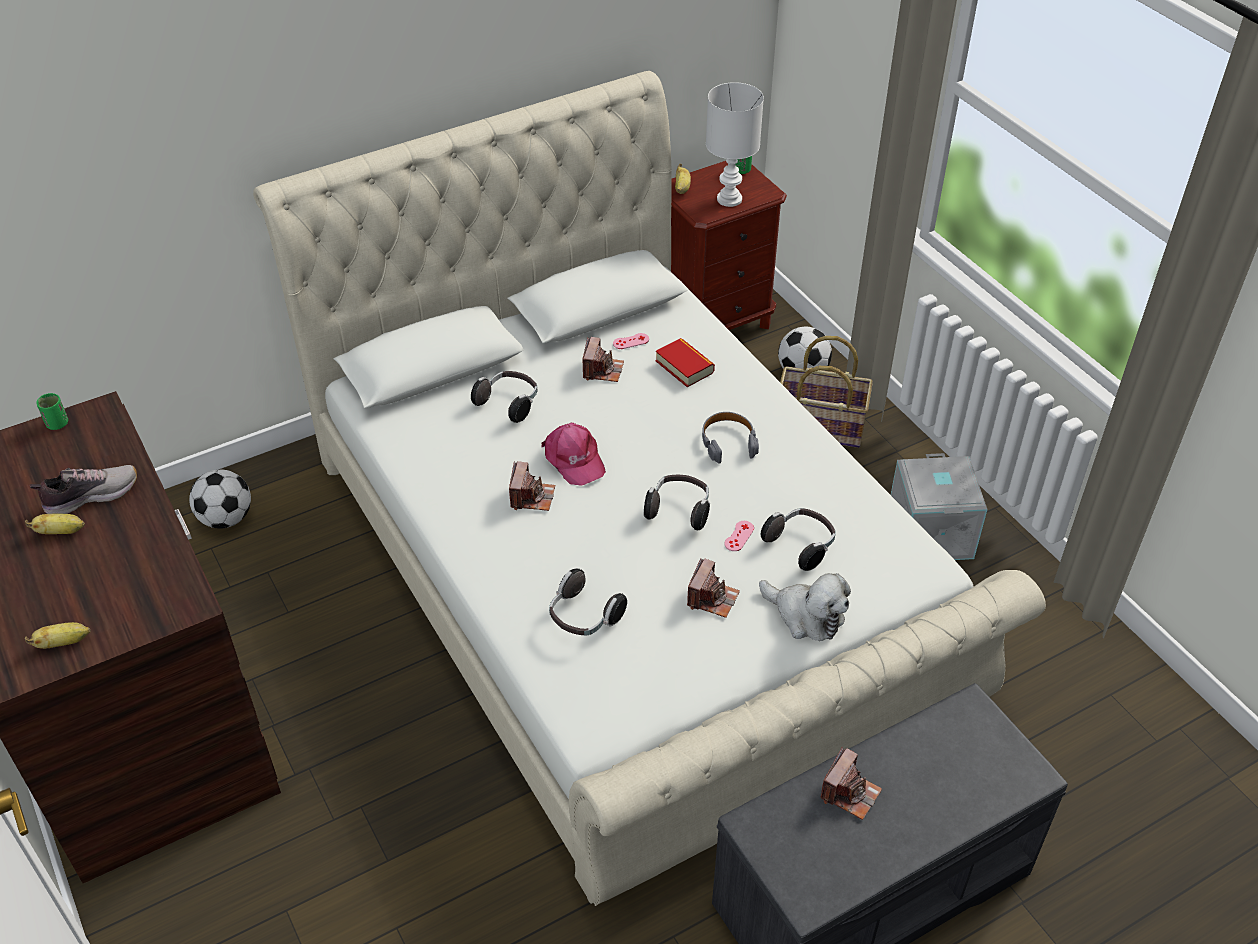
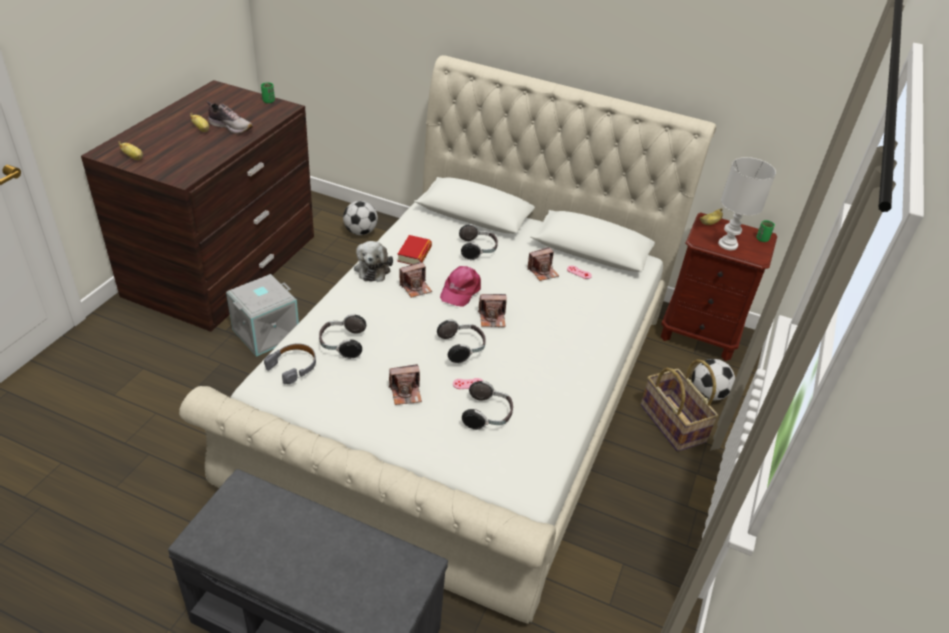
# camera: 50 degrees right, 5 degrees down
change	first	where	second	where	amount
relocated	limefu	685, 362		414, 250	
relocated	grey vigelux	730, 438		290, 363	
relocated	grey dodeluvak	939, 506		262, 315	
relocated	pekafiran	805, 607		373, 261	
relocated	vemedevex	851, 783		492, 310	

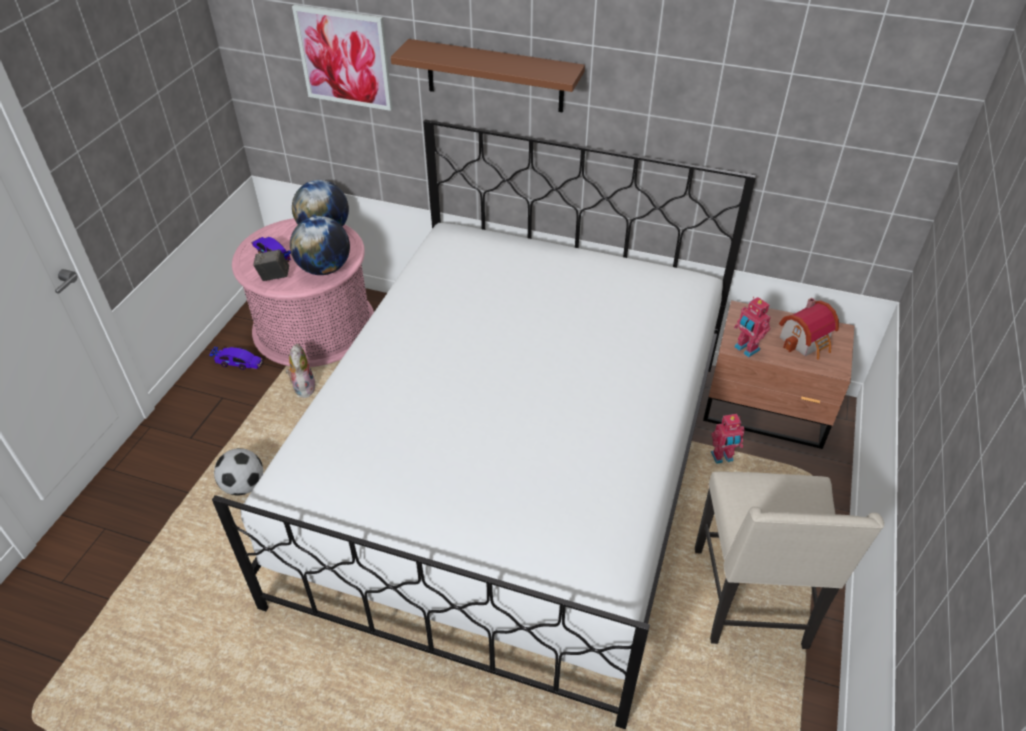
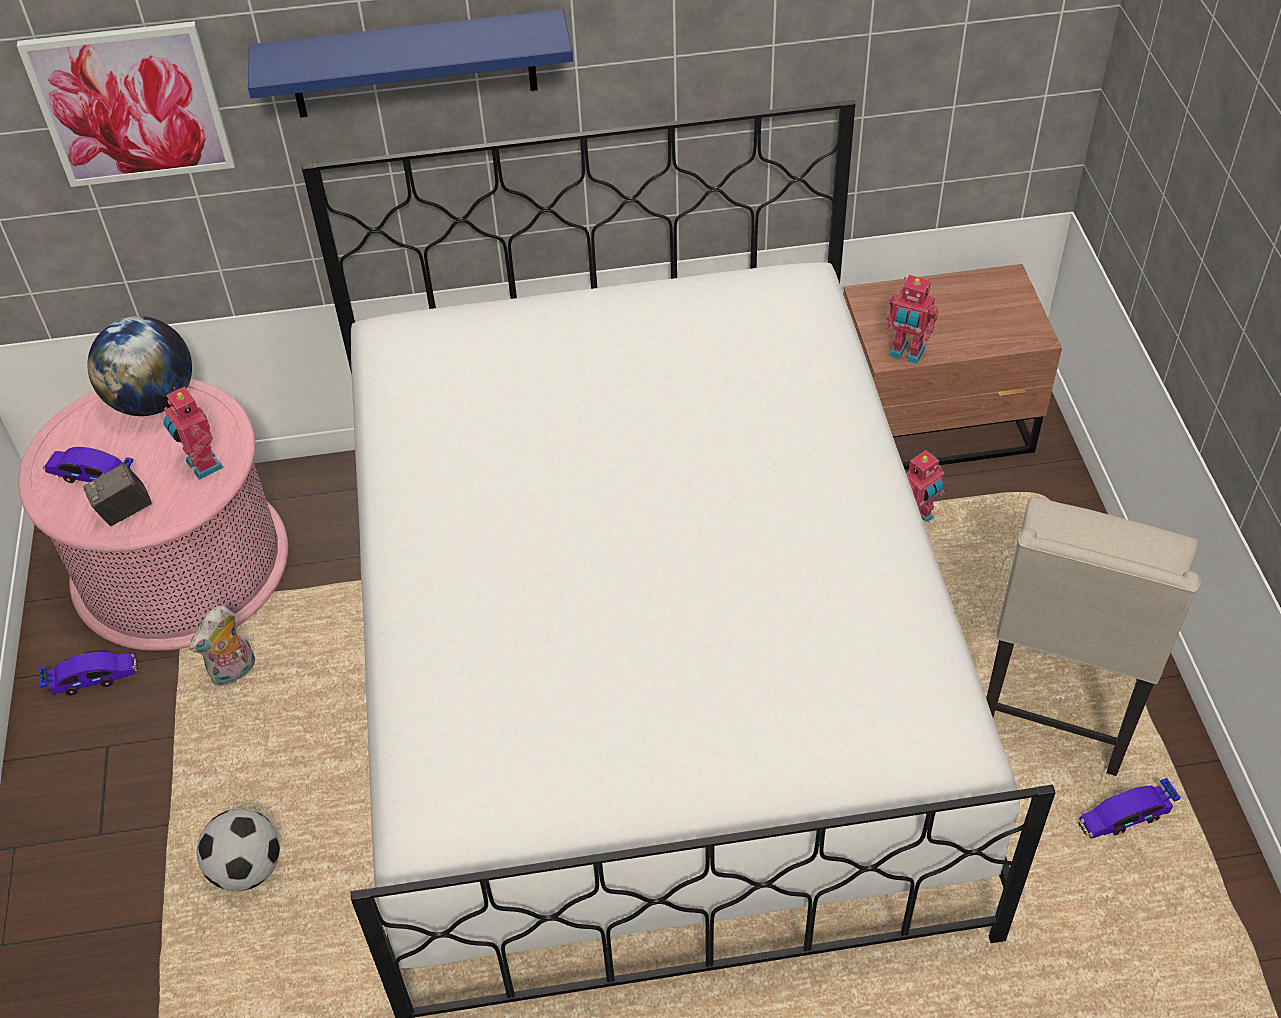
# camera: 25 degrees left, 5 degrees up
change	first	where	second	where	amount
colour	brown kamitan	488, 76	blue kamitan	410, 63	
exchanged	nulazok	320, 245	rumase	193, 433	
missing	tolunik	809, 329			
spun	pekafiran	300, 371		222, 646	105 degrees counterclockwise
spun	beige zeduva	789, 560		1093, 636	45 degrees clockwise
appeared			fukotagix	1129, 808	

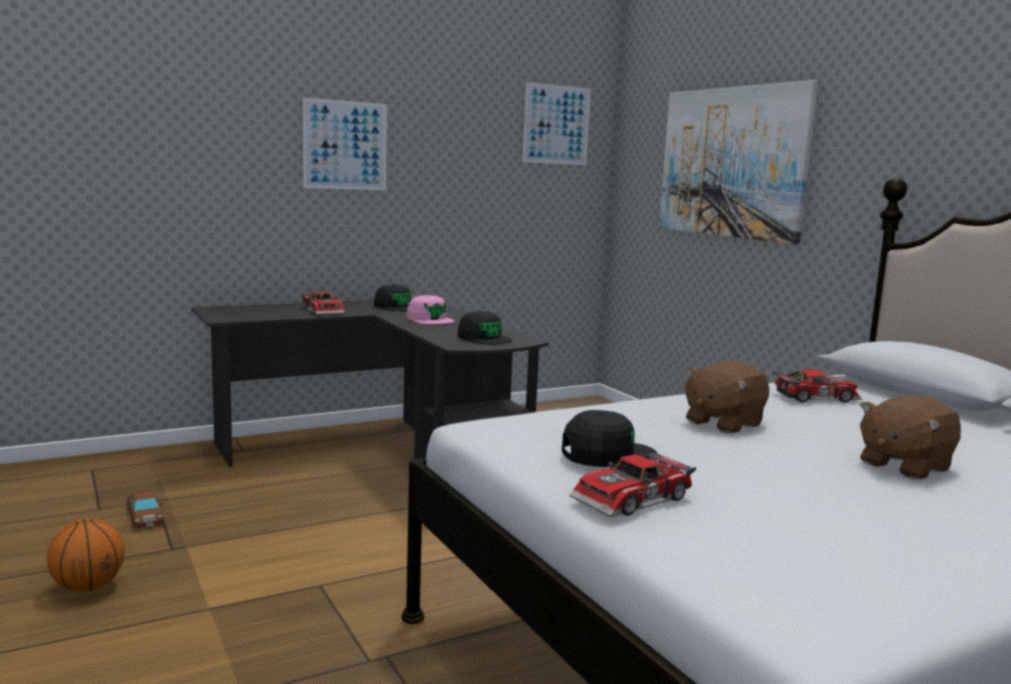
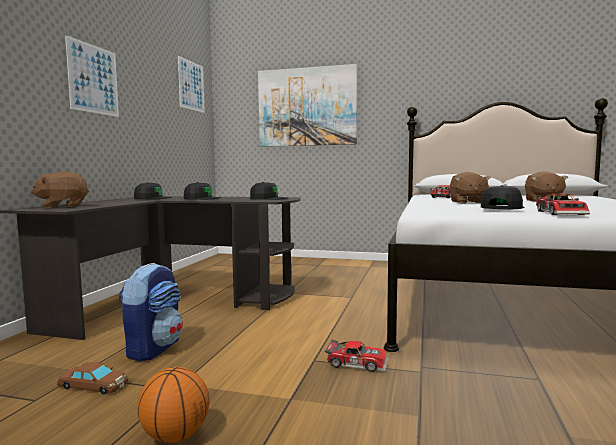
# camera: 45 degrees left, 5 degrees down
change	first	where	second	where	amount
relocated	fukotagix	323, 303		356, 356	
colour	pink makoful	430, 309	black makoful	202, 191	
appeared			brown pekafiran	60, 190	
appeared			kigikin	151, 312	

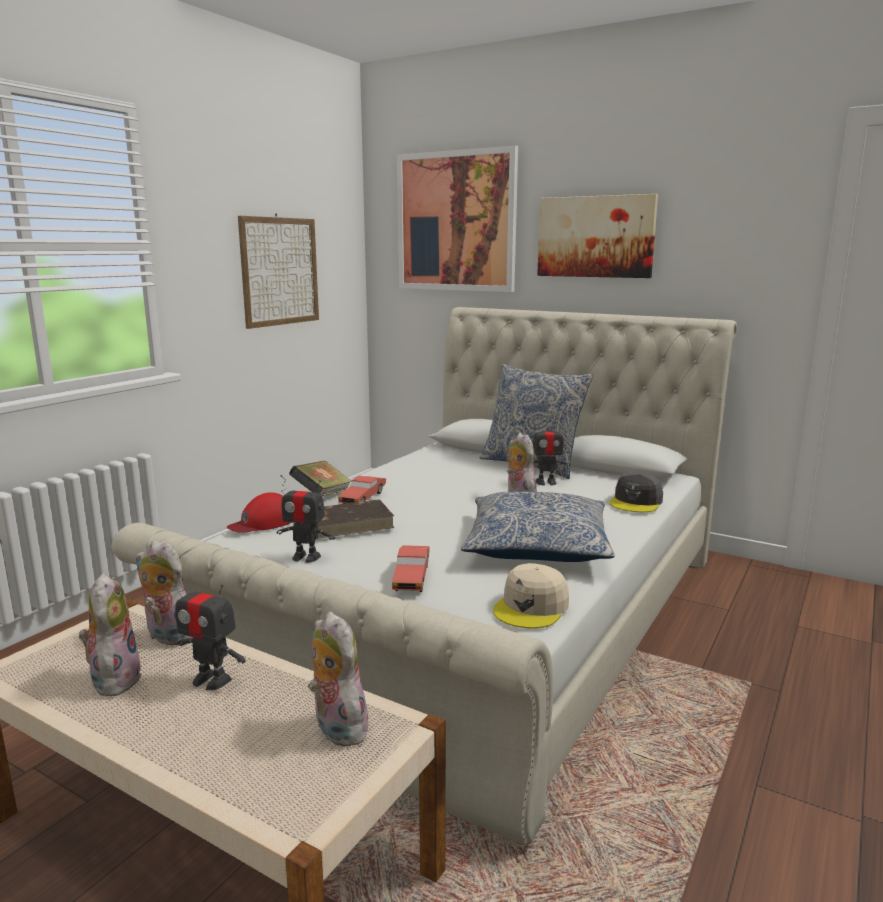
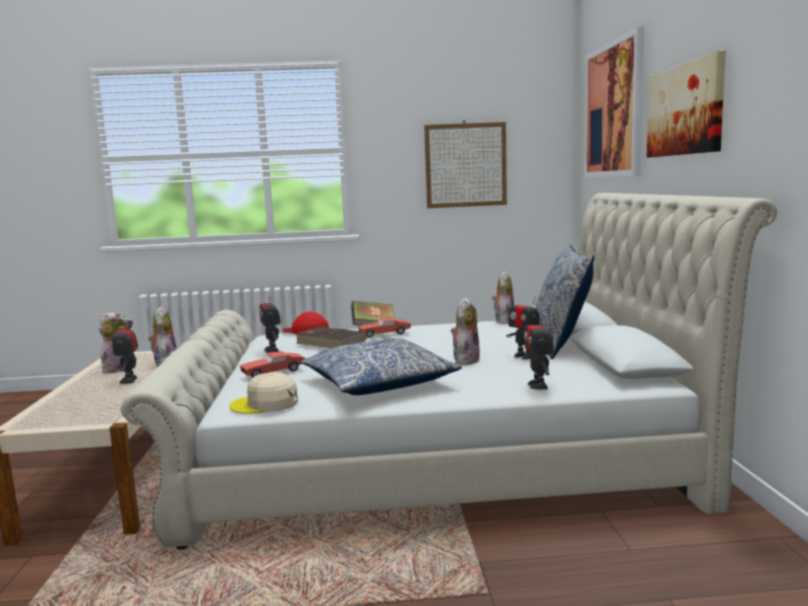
# camera: 55 degrees right, 5 degrees down
change	first	where	second	where	amount
exchanged	grey makoful	636, 492	rumase	539, 349	
relocated	pekafiran	339, 679		503, 297	

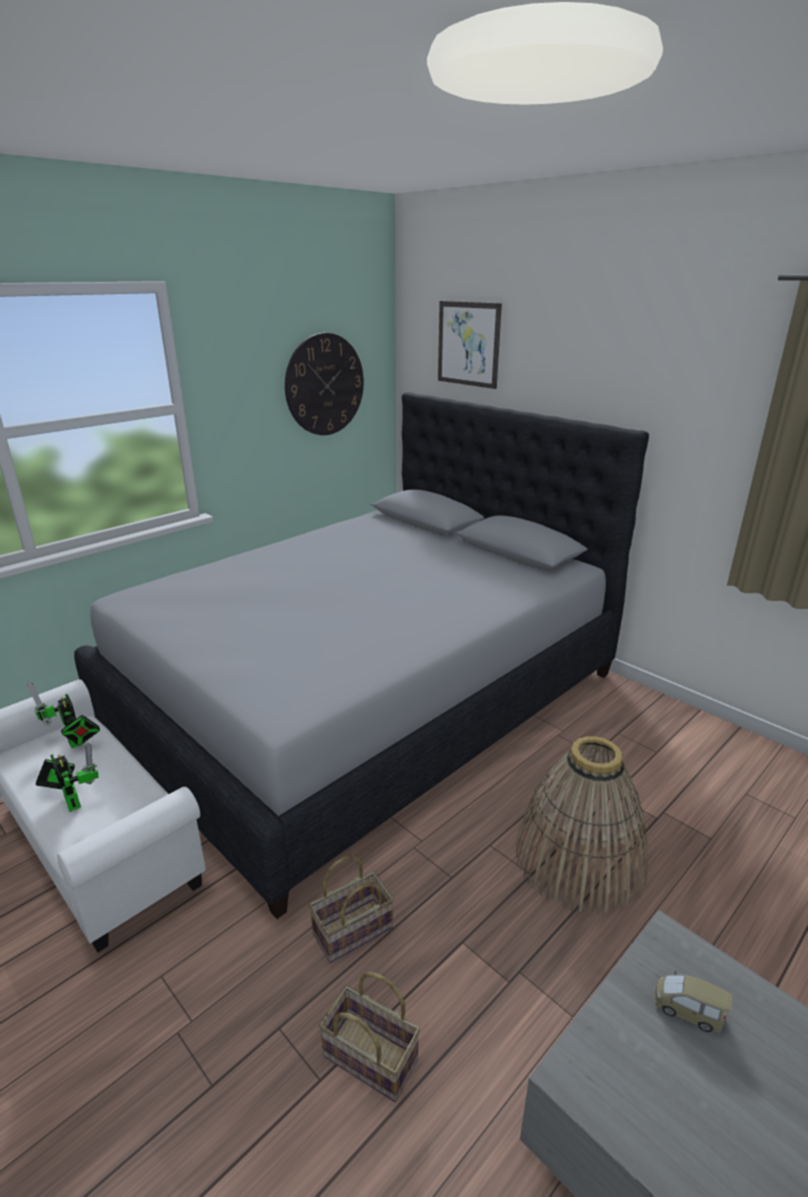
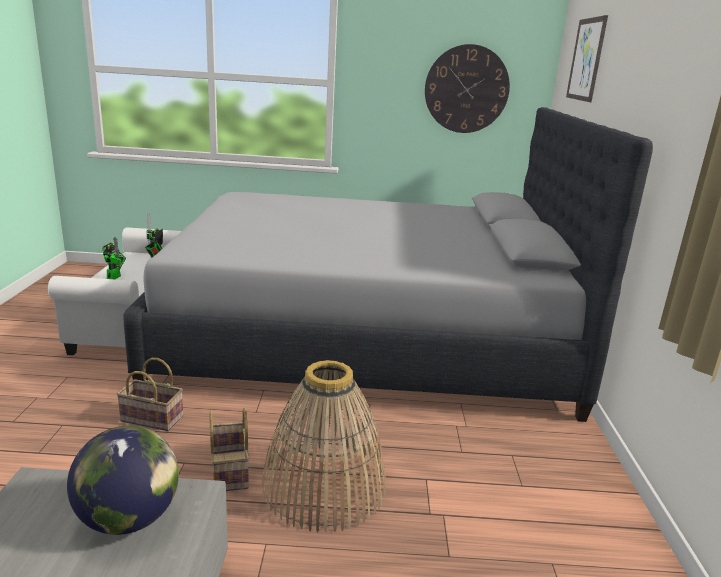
# camera: 45 degrees right, 5 degrees down
change	first	where	second	where	amount
exchanged	fukotagix	693, 1001	nulazok	123, 480	
relocated	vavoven	369, 1037		229, 449	

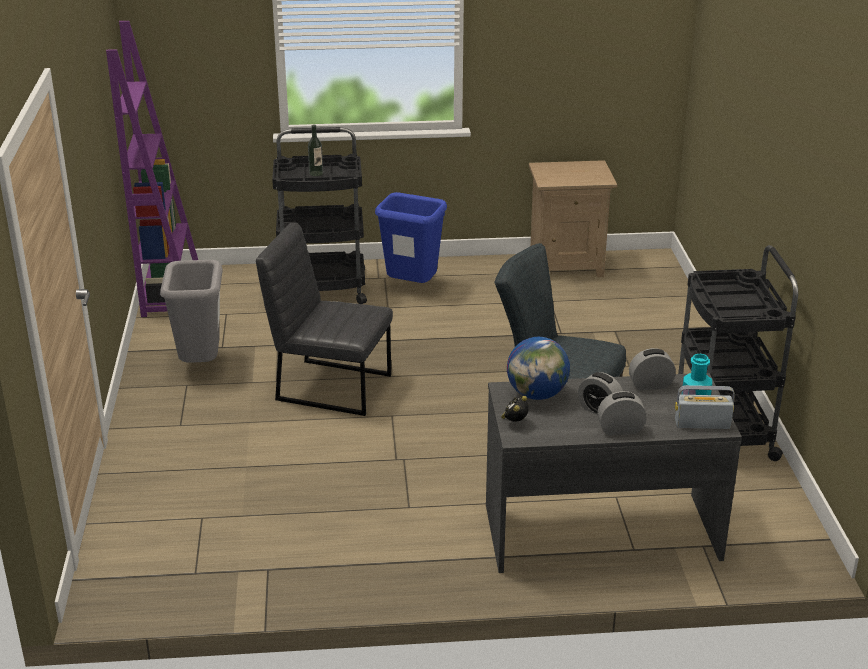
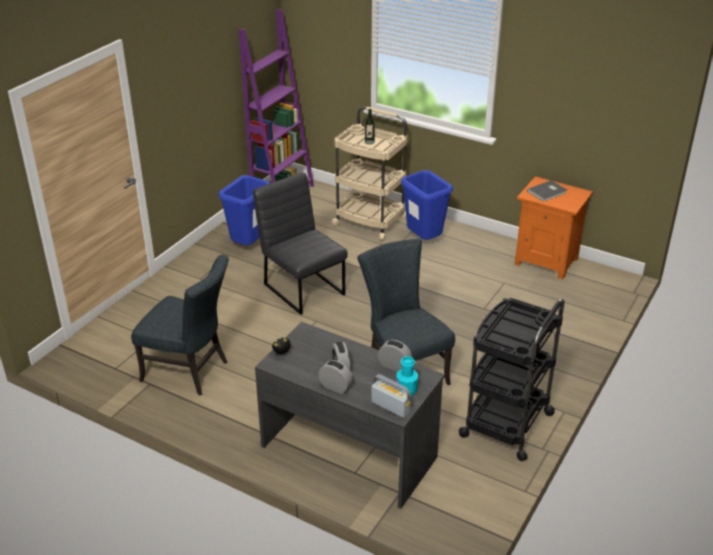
# camera: 35 degrees right, 5 degrees up
change	first	where	second	where	amount
colour	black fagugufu	319, 215	beige fagugufu	369, 174	
colour	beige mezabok	573, 218	orange mezabok	554, 227	
colour	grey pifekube	191, 311	blue pifekube	244, 210	
missing	nulazok	538, 368			
appeared			grey limefu	547, 191	
appeared			grey zeduva	180, 325	

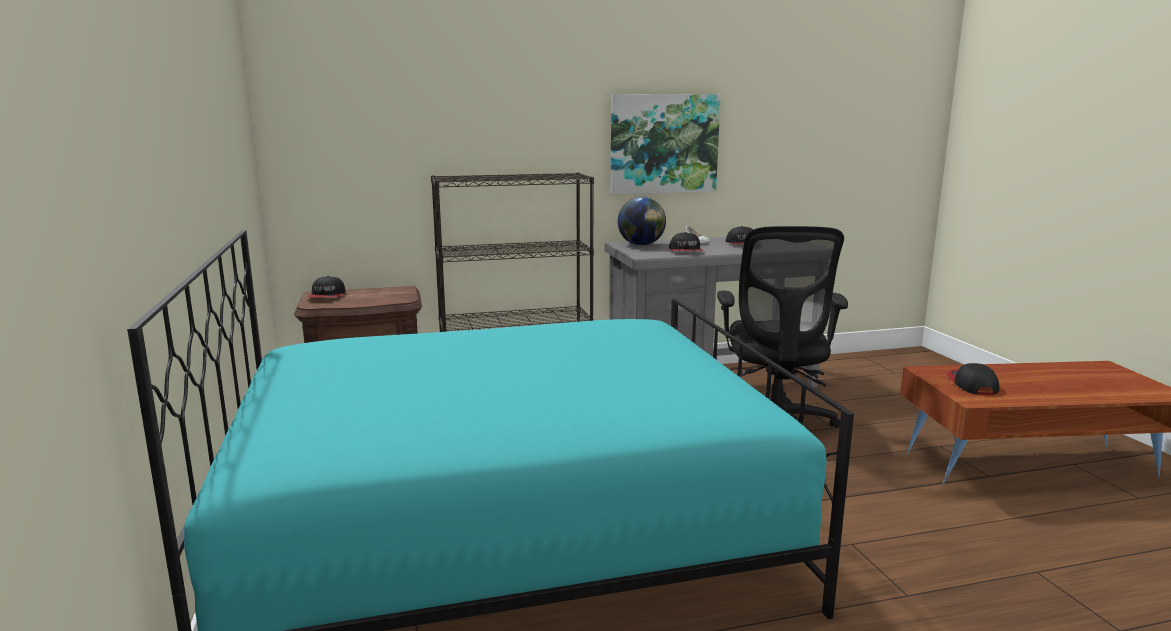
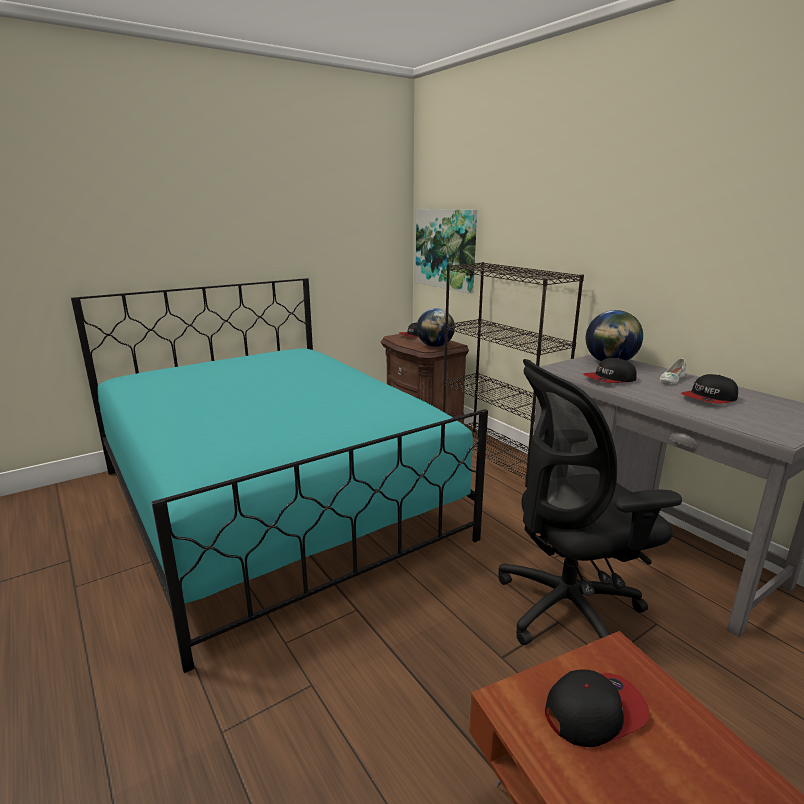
# camera: 70 degrees right, 5 degrees up
change	first	where	second	where	amount
relocated	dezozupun	665, 144		446, 251	
appeared			nulazok	436, 327	

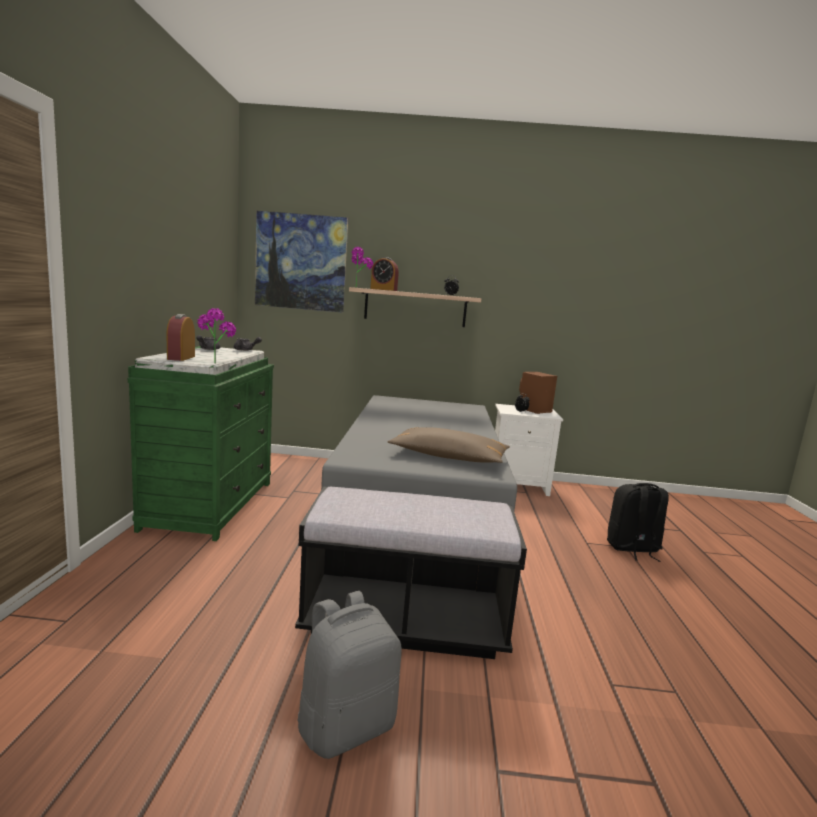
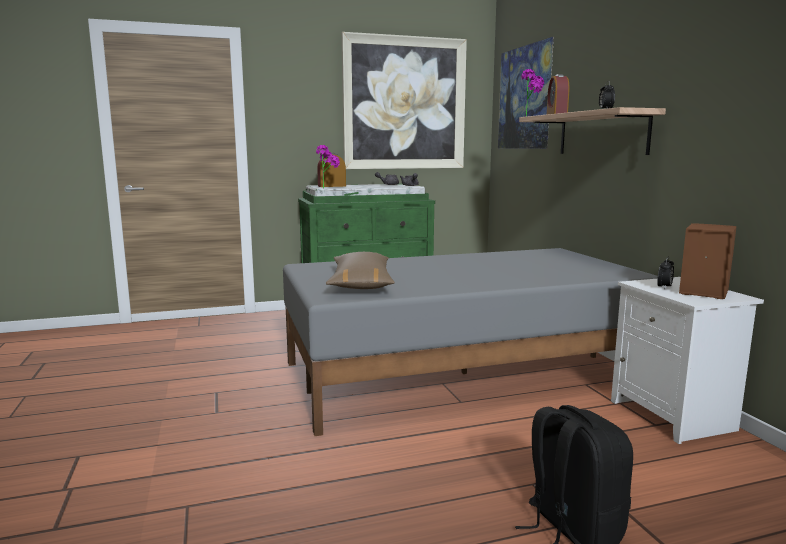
# camera: 70 degrees right, 0 degrees up
change	first	where	second	where	amount
missing	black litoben	411, 573			
missing	grey kigikin	349, 675			
appeared			dezozupun	404, 100	

